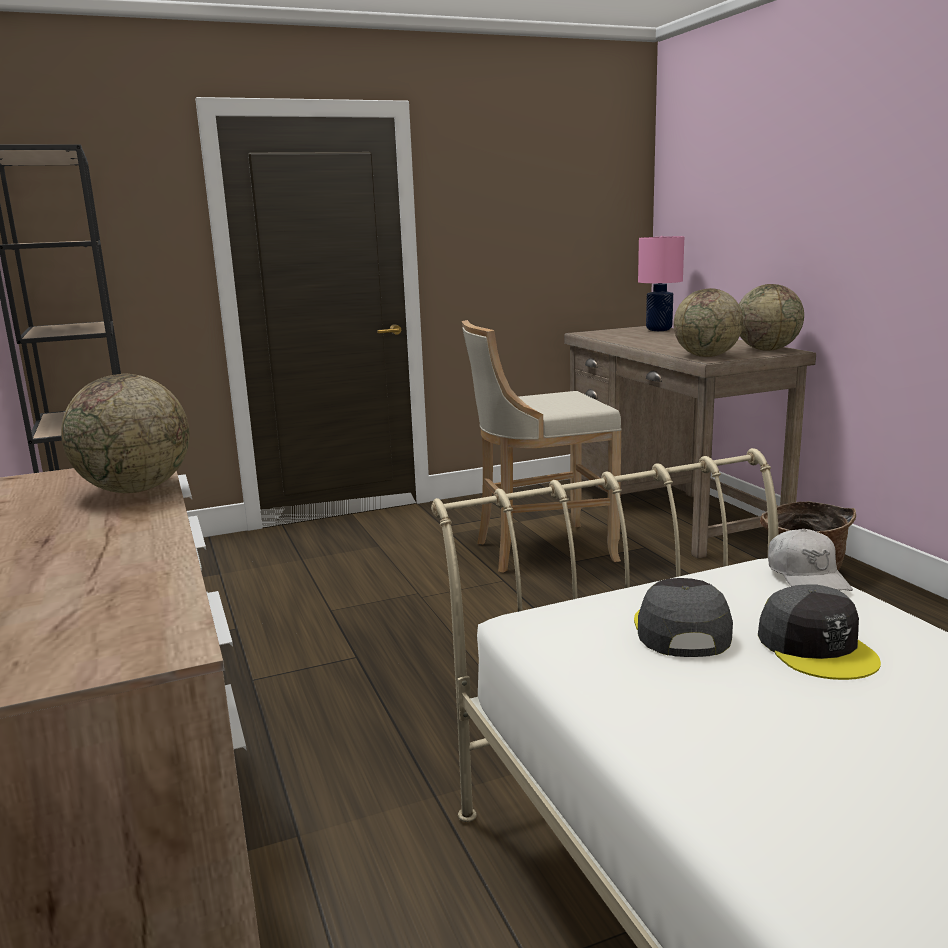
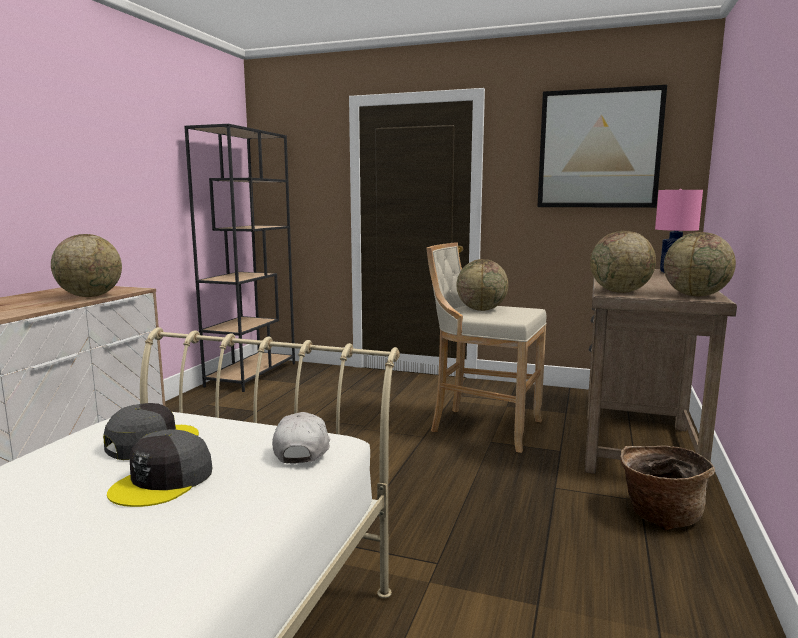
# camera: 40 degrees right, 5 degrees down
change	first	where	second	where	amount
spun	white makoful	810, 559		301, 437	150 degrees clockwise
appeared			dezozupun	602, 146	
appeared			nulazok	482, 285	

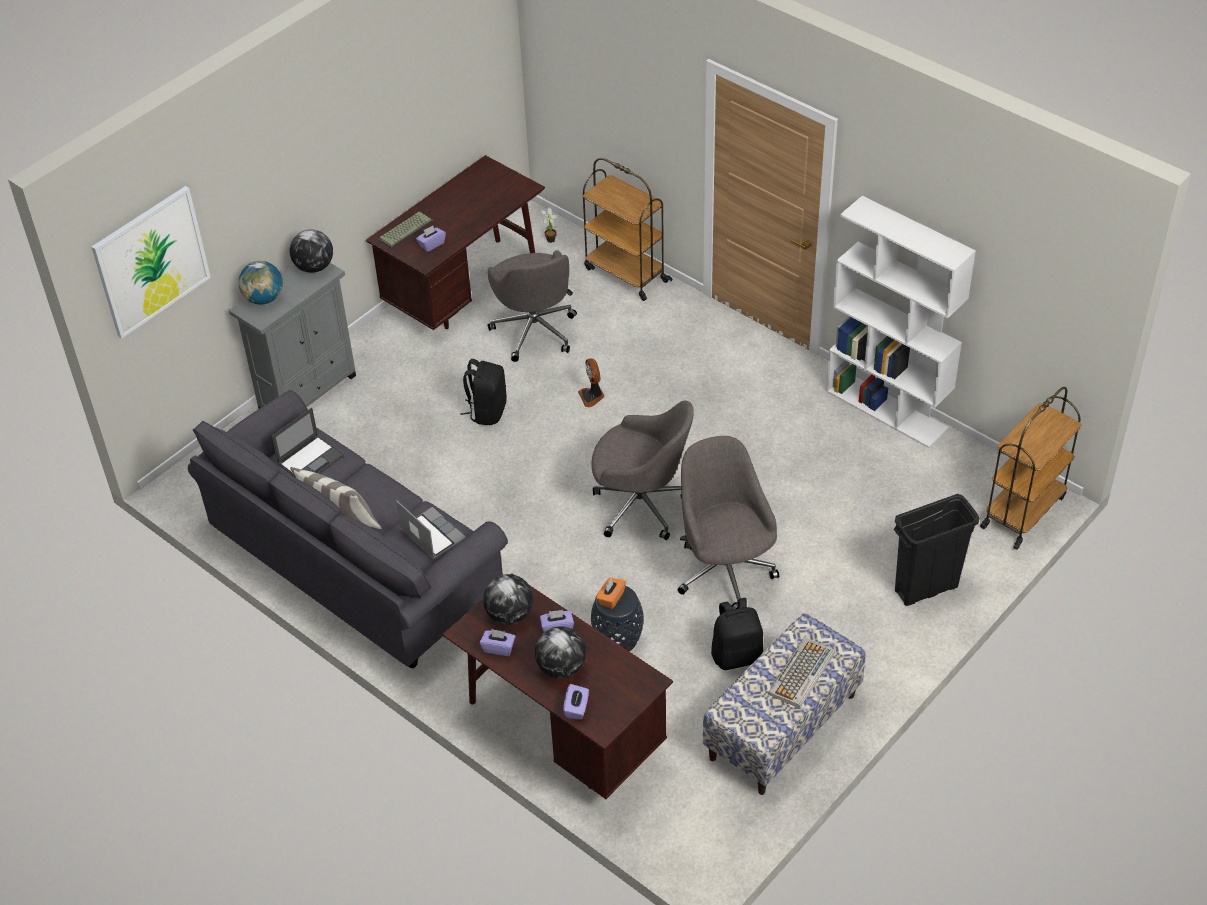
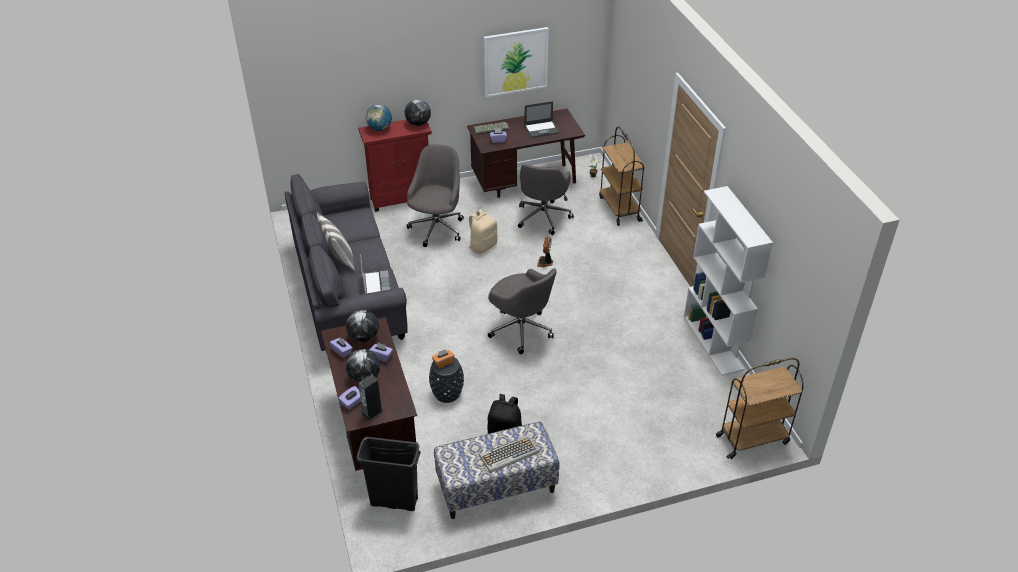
# camera: 30 degrees right, 5 degrees down
change	first	where	second	where	amount
relocated	dezozupun	151, 262		516, 62	
colour	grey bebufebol	292, 336	red bebufebol	395, 166	
colour	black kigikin	483, 392	beige kigikin	482, 231	
relocated	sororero	308, 443		541, 119	
relocated	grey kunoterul	728, 523		435, 195	
relocated	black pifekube	936, 550		388, 474	
appeared			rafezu	370, 397	

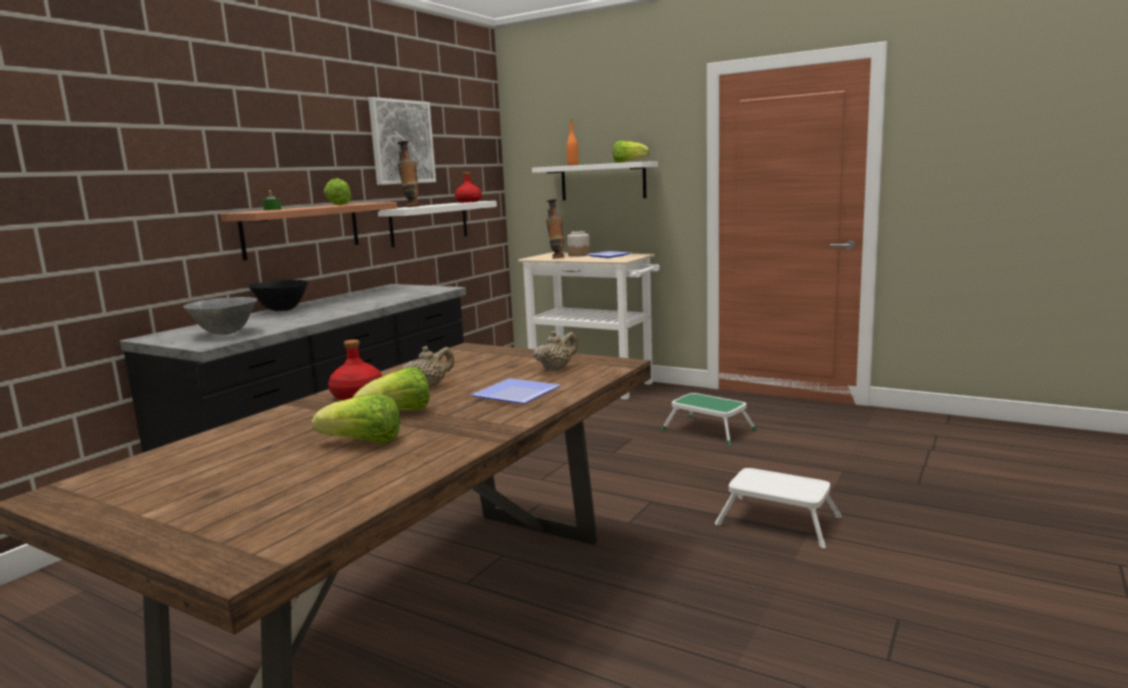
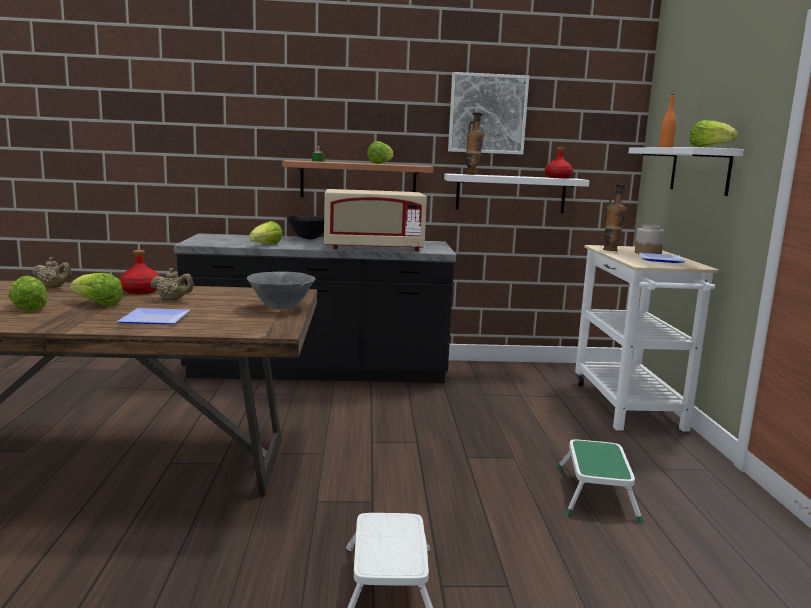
# camera: 55 degrees right, 0 degrees up
change	first	where	second	where	amount
relocated	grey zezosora	220, 316		281, 291	
relocated	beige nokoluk	556, 351		52, 272	
appeared			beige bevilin	375, 220	
appeared			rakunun	266, 232	

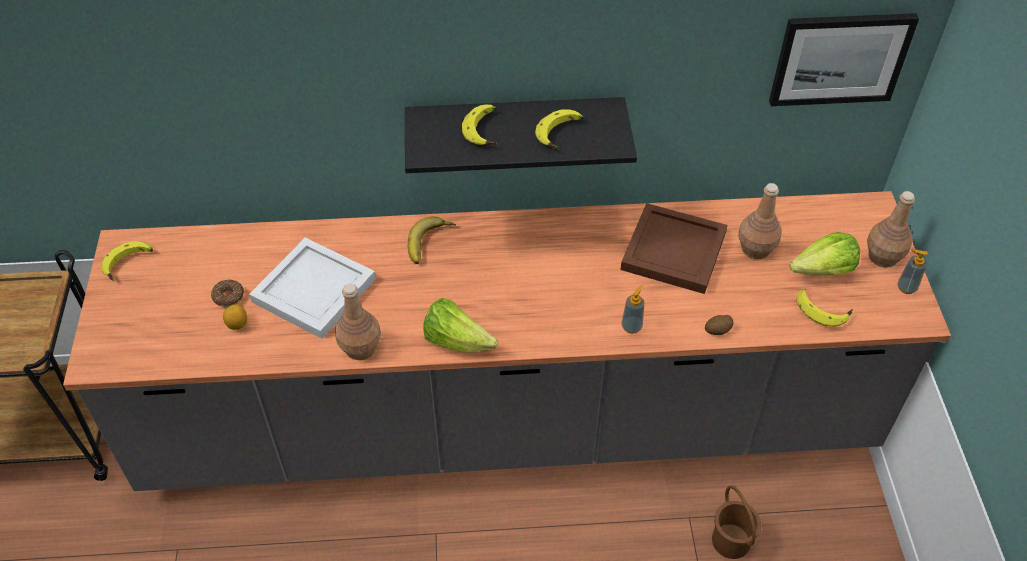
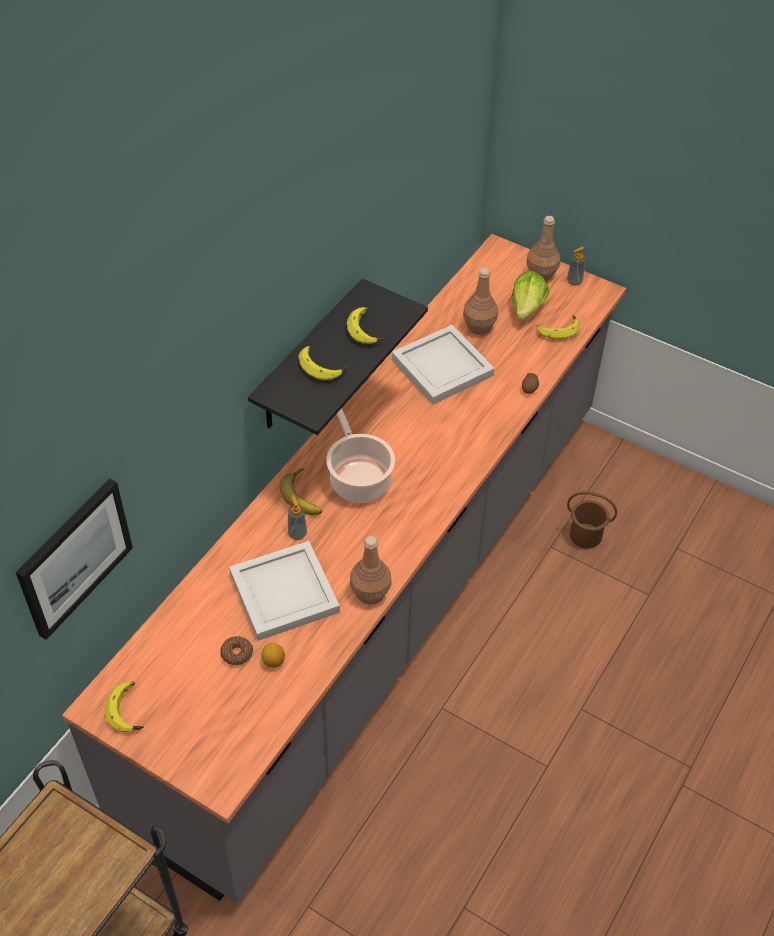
# camera: 55 degrees left, 0 degrees up
change	first	where	second	where	amount
relocated	dezozupun	844, 59		74, 559	
colour	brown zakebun	674, 248	white zakebun	443, 364	
relocated	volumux	632, 309		297, 517	
missing	rakunun	460, 325			
appeared			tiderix	360, 455	

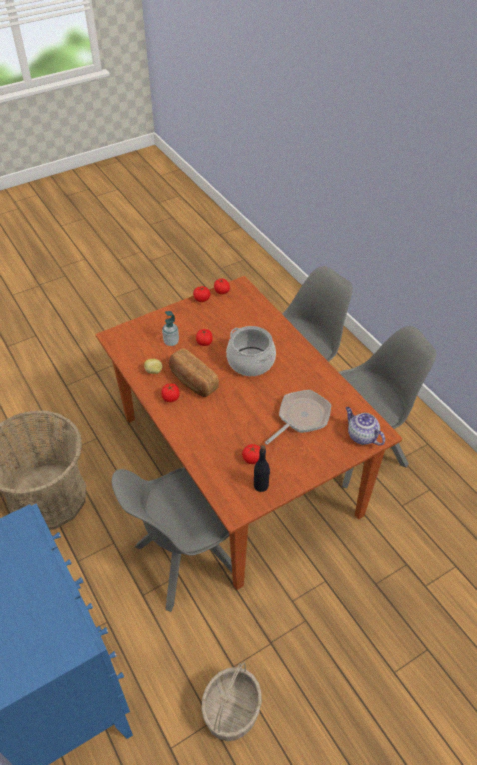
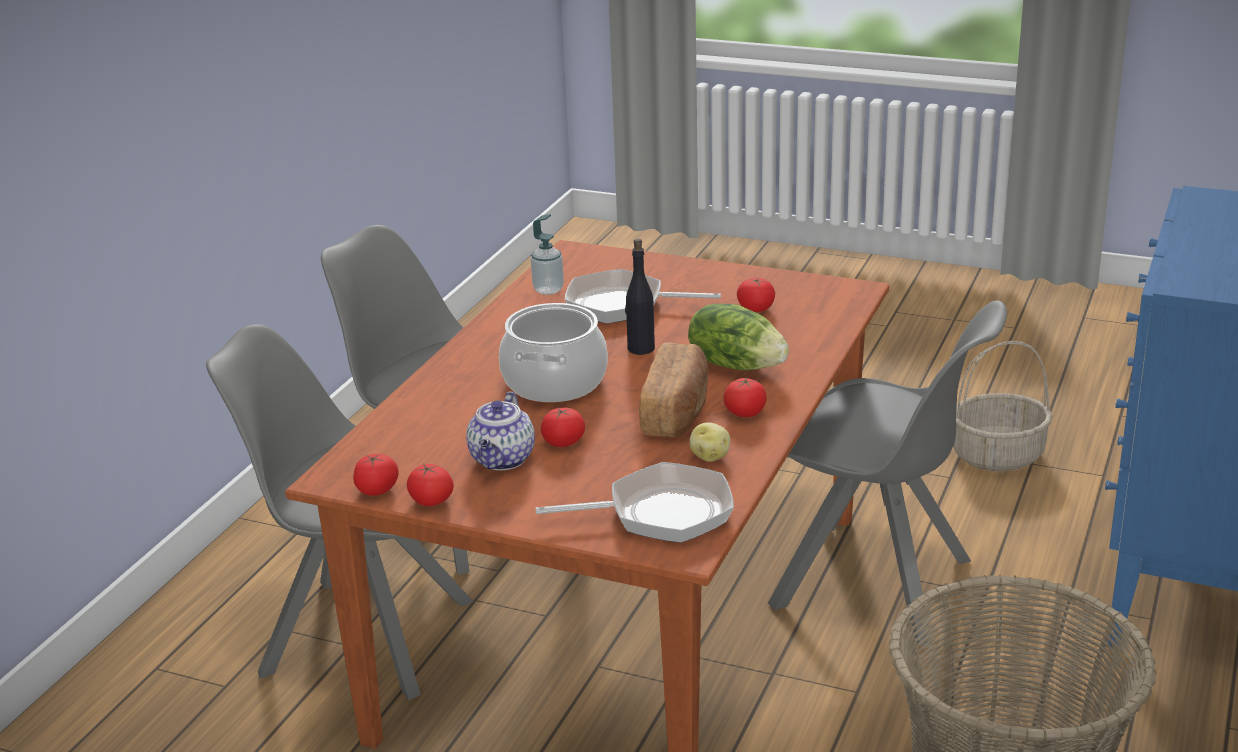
# camera: 125 degrees left, 20 degrees down
change	first	where	second	where	amount
relocated	volumux	170, 328		547, 254	
relocated	nokoluk	365, 426		500, 431	
relocated	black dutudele	262, 468		640, 297	
appeared			rakunun	738, 337	
appeared			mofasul	634, 502	

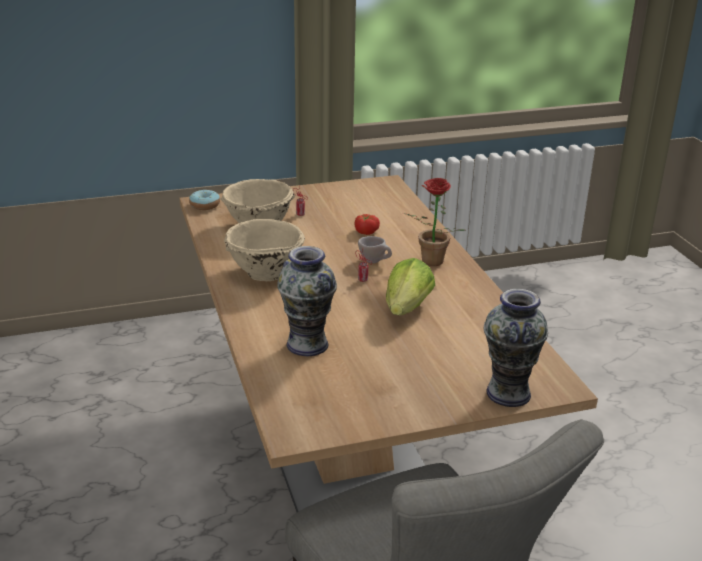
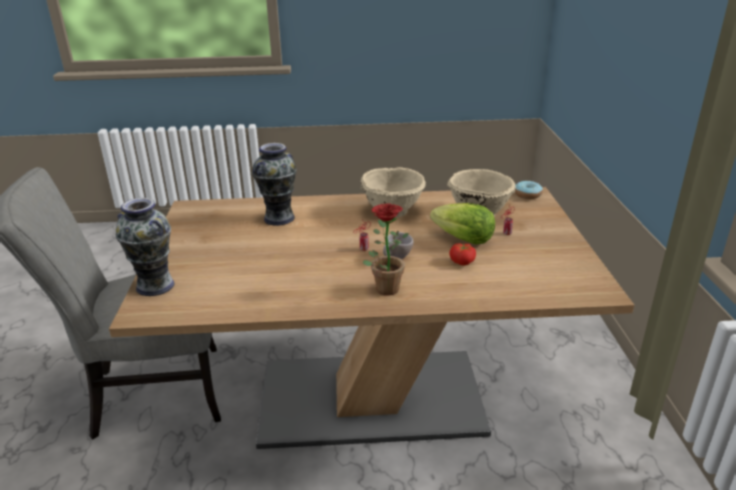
# camera: 105 degrees right, 0 degrees up
change	first	where	second	where	amount
relocated	rakunun	410, 286		462, 224	

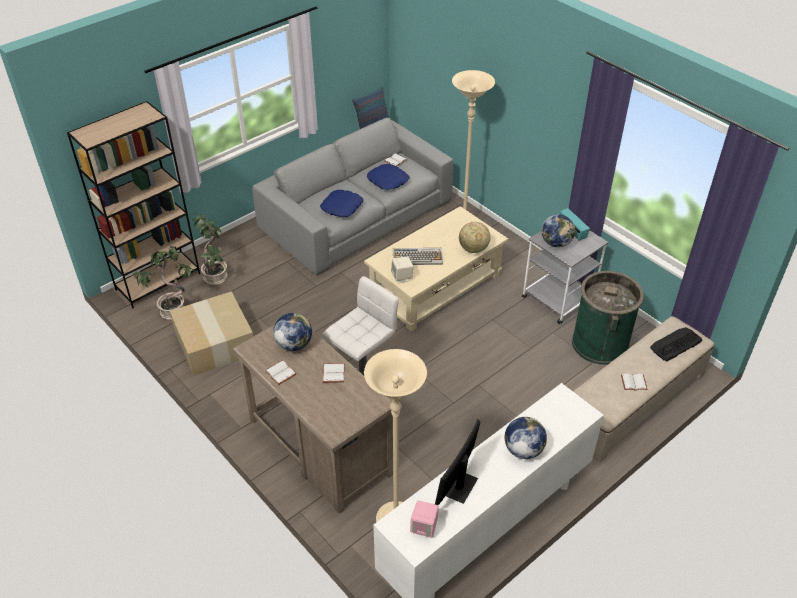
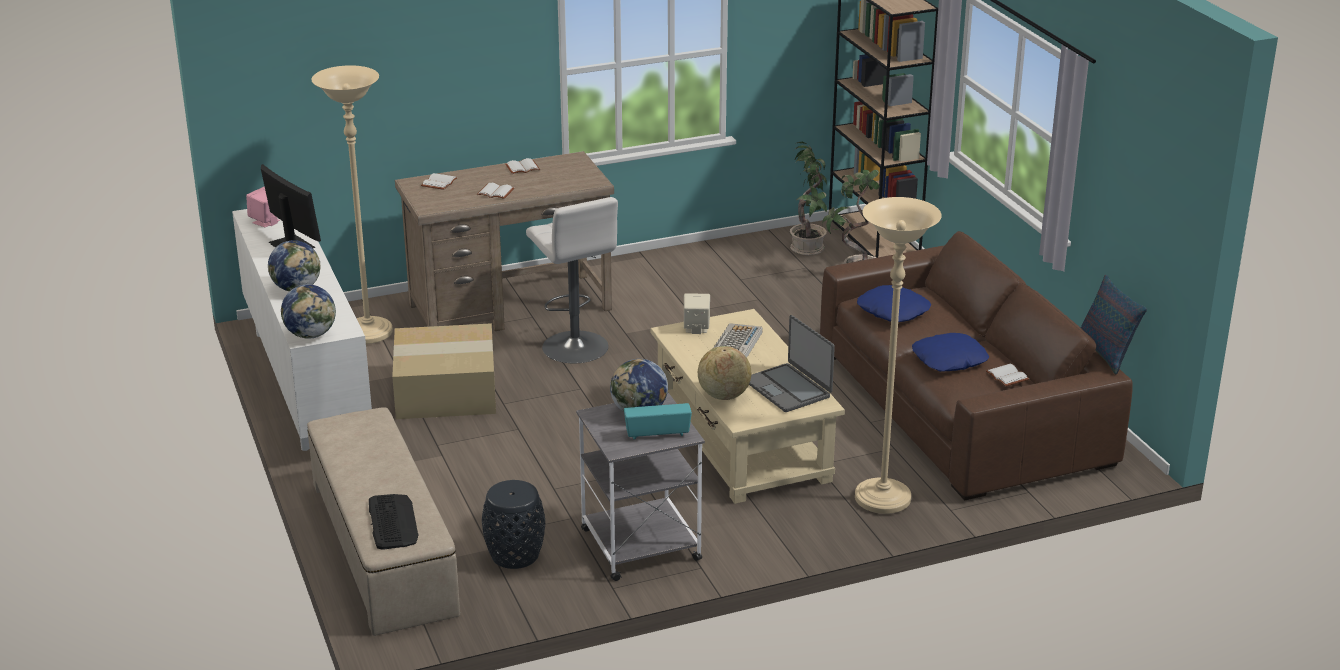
# camera: 110 degrees right, 15 degrees down
change	first	where	second	where	amount
colour	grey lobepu	353, 196	brown lobepu	976, 365	
exchanged	green pifekube	608, 318	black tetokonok	513, 524	
relocated	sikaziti	211, 333		444, 371	
relocated	nulazok	292, 332		308, 311	
relocated	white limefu	634, 382		439, 181	
appeared			sororero	792, 363	

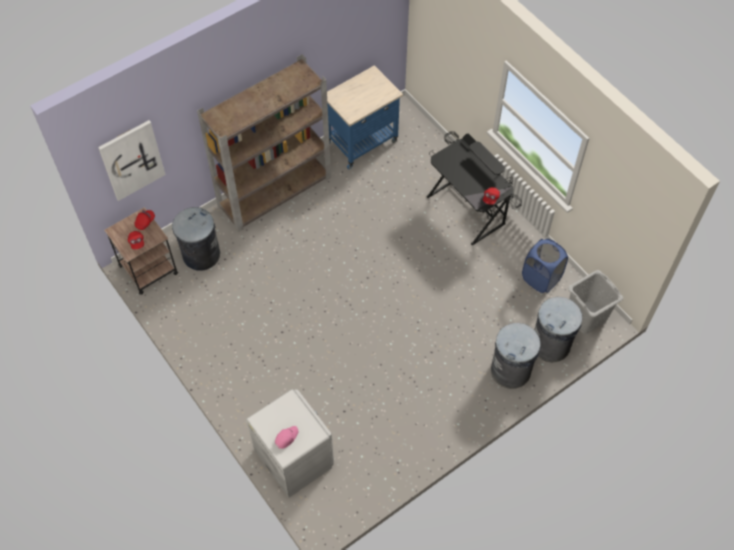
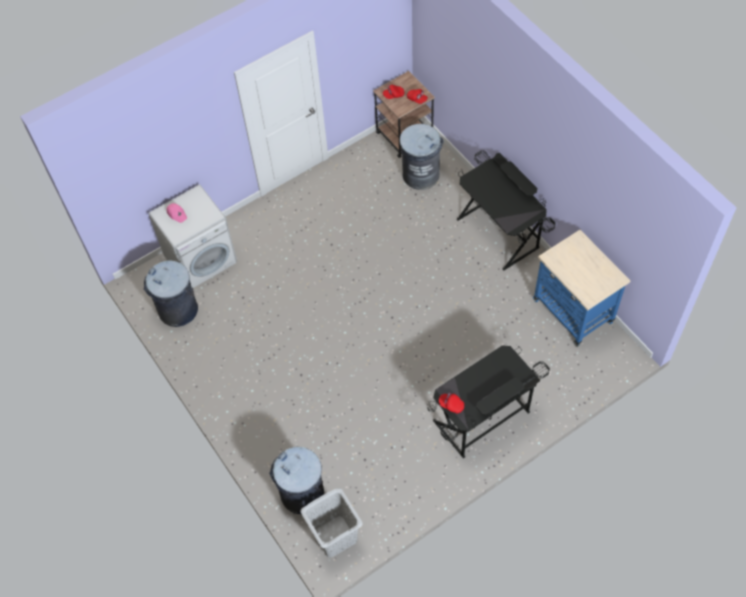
# camera: 95 degrees right, 0 degrees up
change	first	where	second	where	amount
exchanged	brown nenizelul	264, 143	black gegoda	506, 210	
missing	dezozupun	131, 160			
missing	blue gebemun	545, 266			
relocated	grey pifekube	516, 356		171, 293	

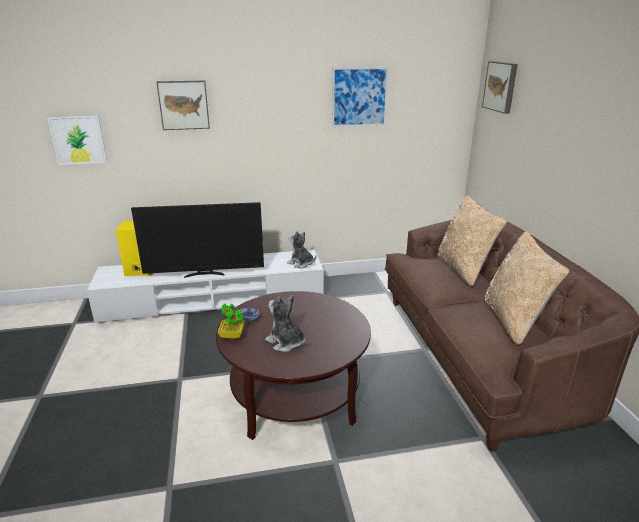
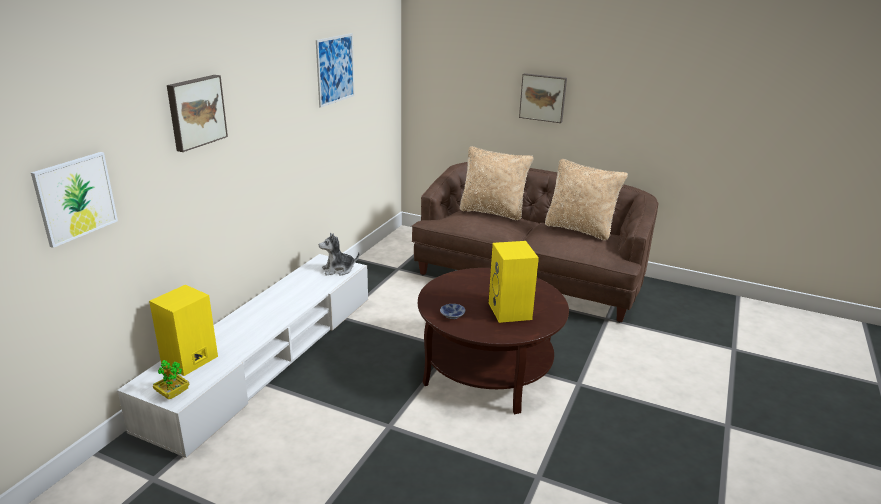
# camera: 55 degrees left, 0 degrees up
change	first	where	second	where	amount
relocated	dezozupun	500, 87		543, 98	
missing	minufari	197, 240			
exchanged	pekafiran	285, 323	yellow rafezu	514, 282	
relocated	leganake	231, 321		171, 379	

